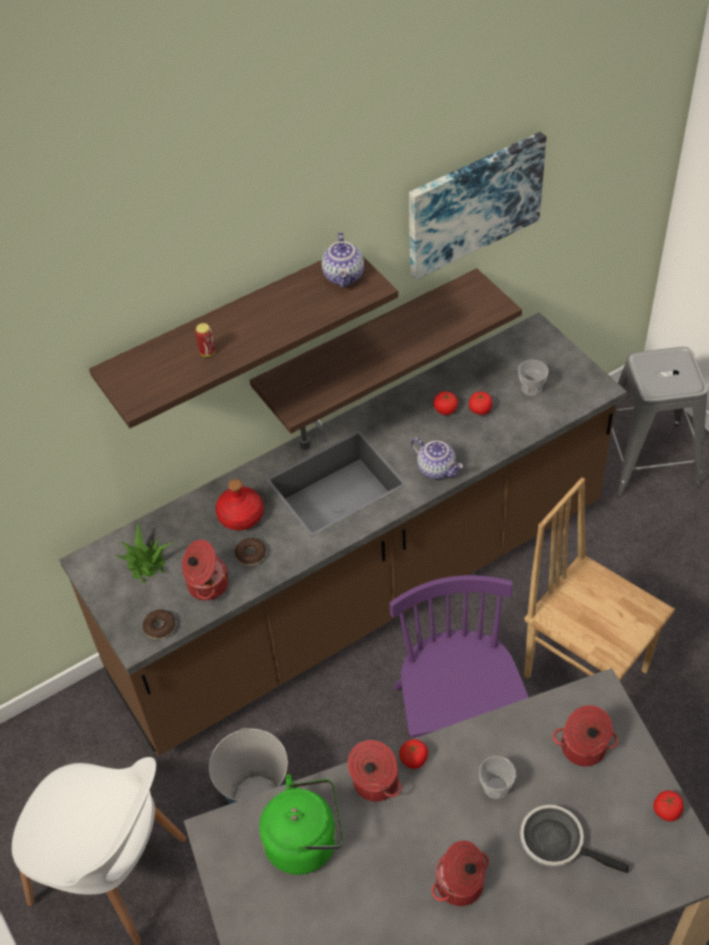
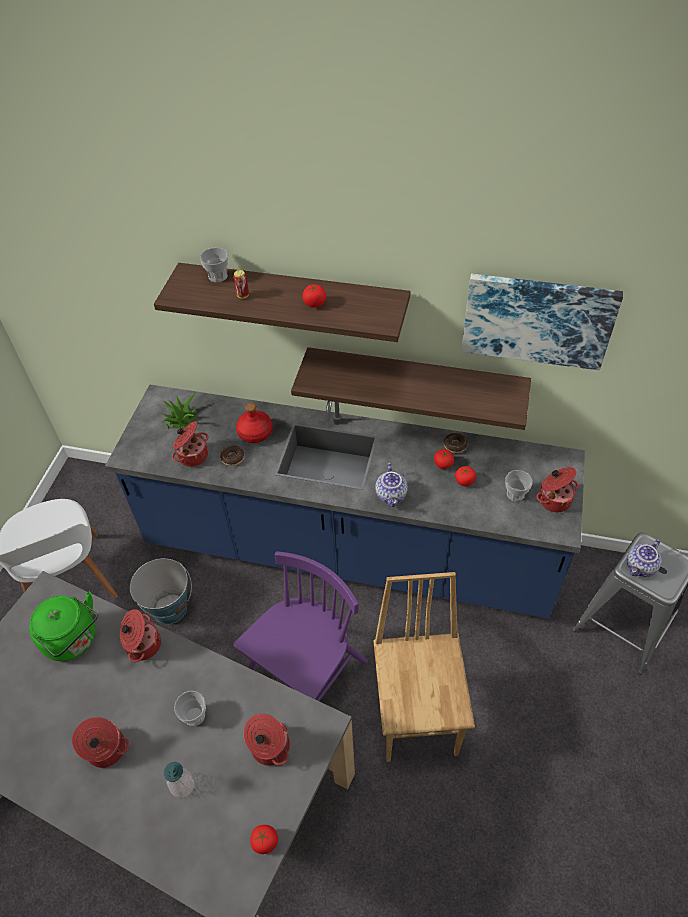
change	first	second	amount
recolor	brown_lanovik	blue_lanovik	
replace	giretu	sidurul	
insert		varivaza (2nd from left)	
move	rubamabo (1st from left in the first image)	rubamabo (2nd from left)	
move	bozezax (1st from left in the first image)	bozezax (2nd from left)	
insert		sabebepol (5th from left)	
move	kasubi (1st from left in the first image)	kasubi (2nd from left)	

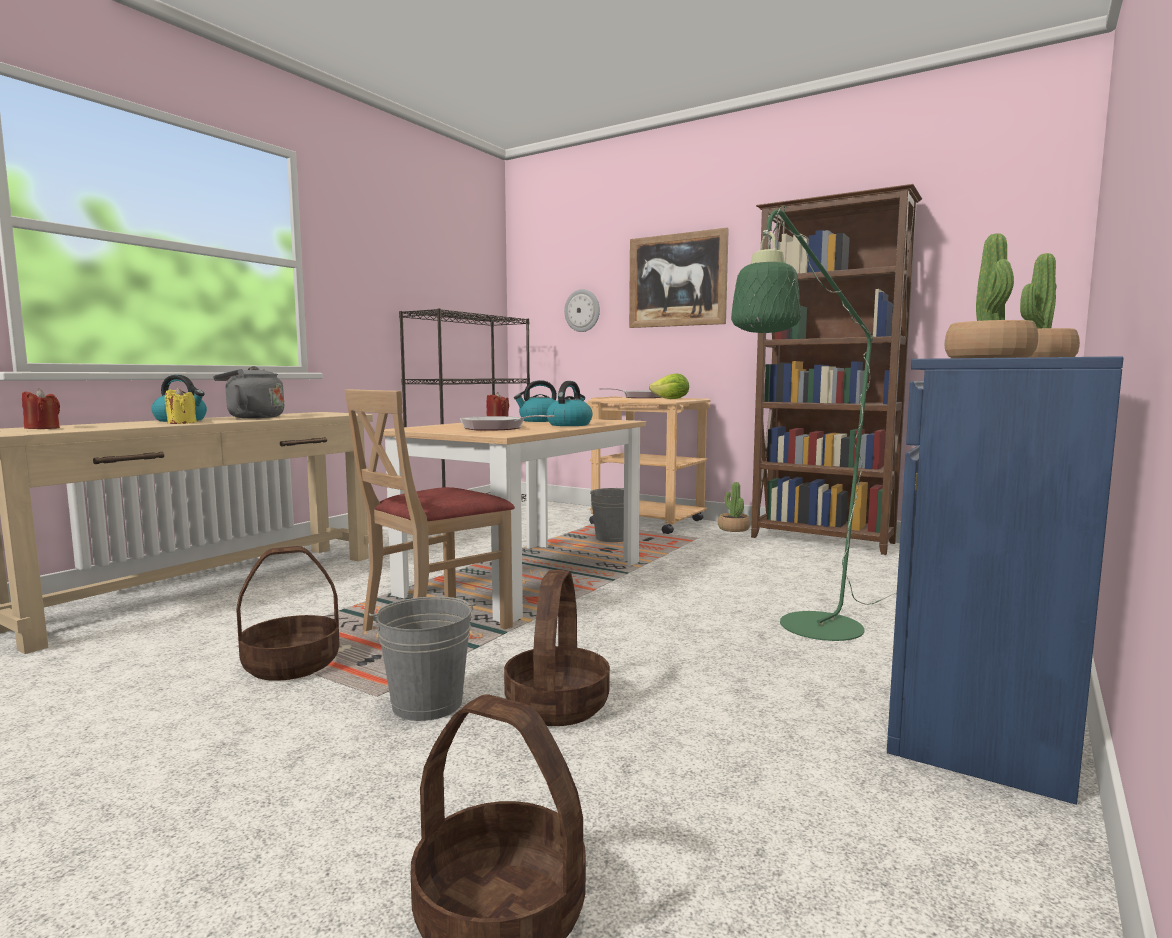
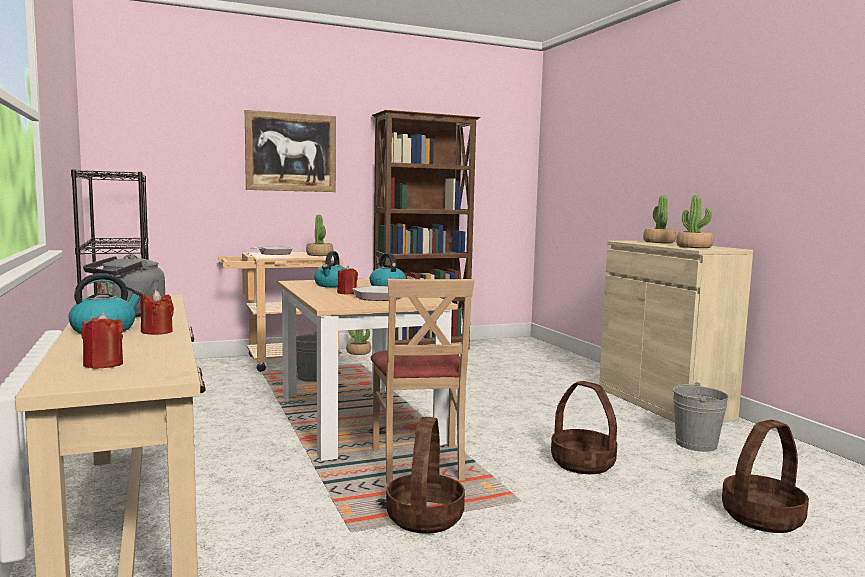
change	first	second	amount
recolor	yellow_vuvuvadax	red_vuvuvadax (2nd from left)	
replace	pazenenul	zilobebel (1st from left)	
recolor	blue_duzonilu	beige_duzonilu	
move	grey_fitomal (1st from left in the first image)	grey_fitomal (2nd from left)	
delete	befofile		
delete	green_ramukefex		

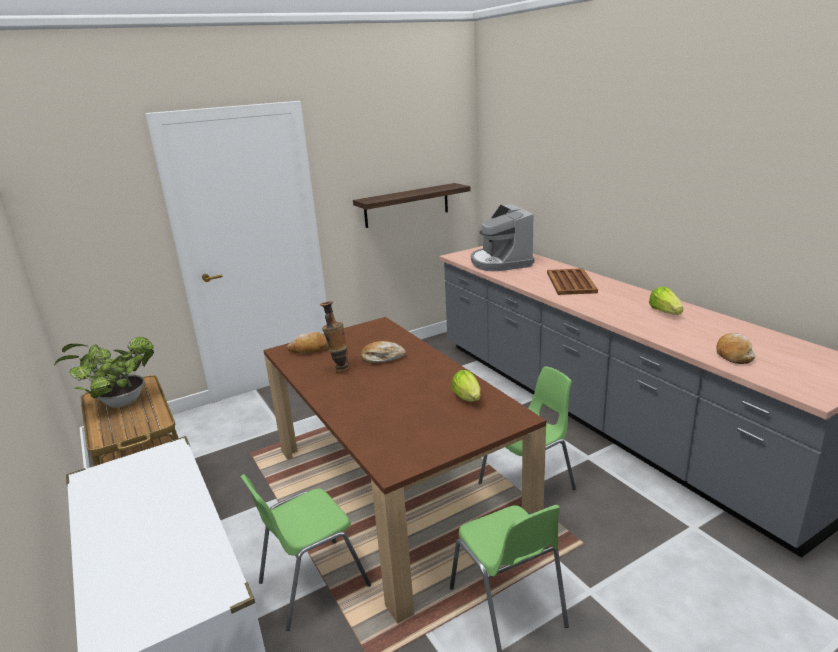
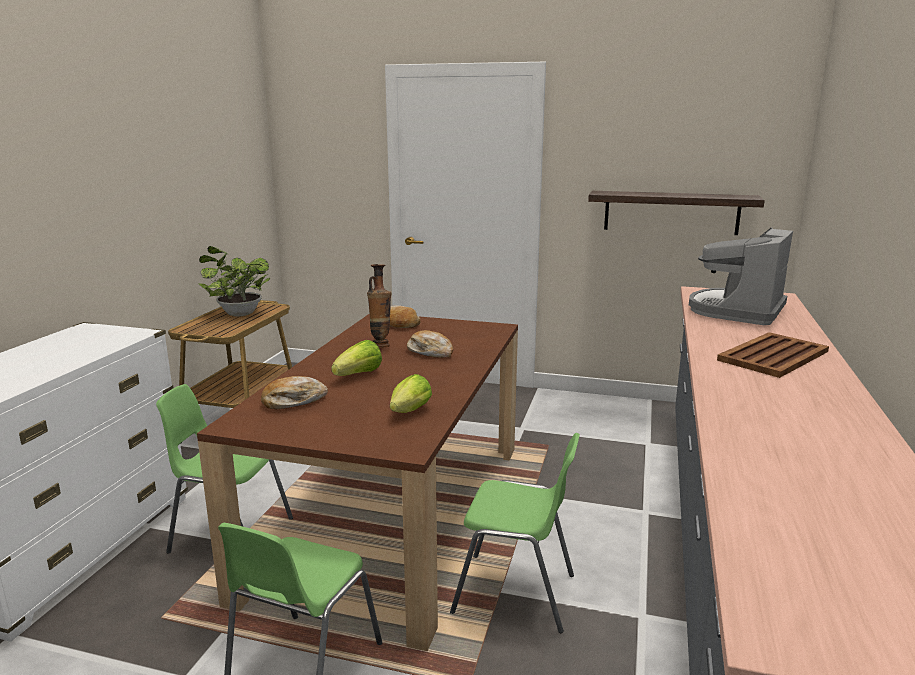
change	first	second	amount
move	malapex (3rd from left in the first image)	malapex (1st from left)	
move	pazenenul (2nd from left in the first image)	pazenenul (1st from left)	

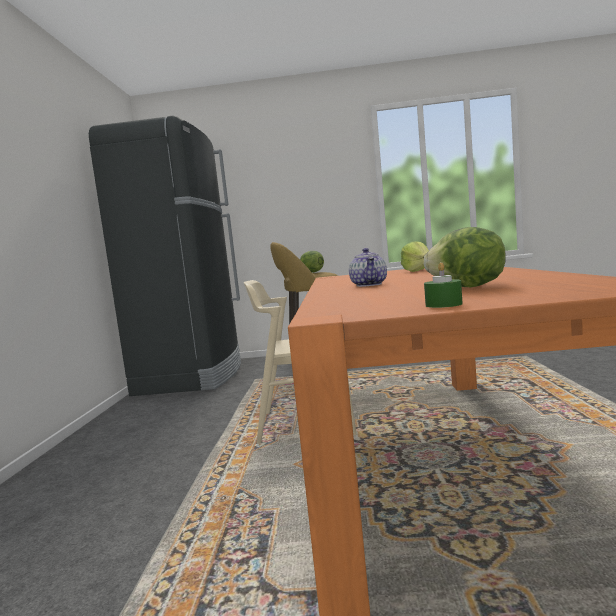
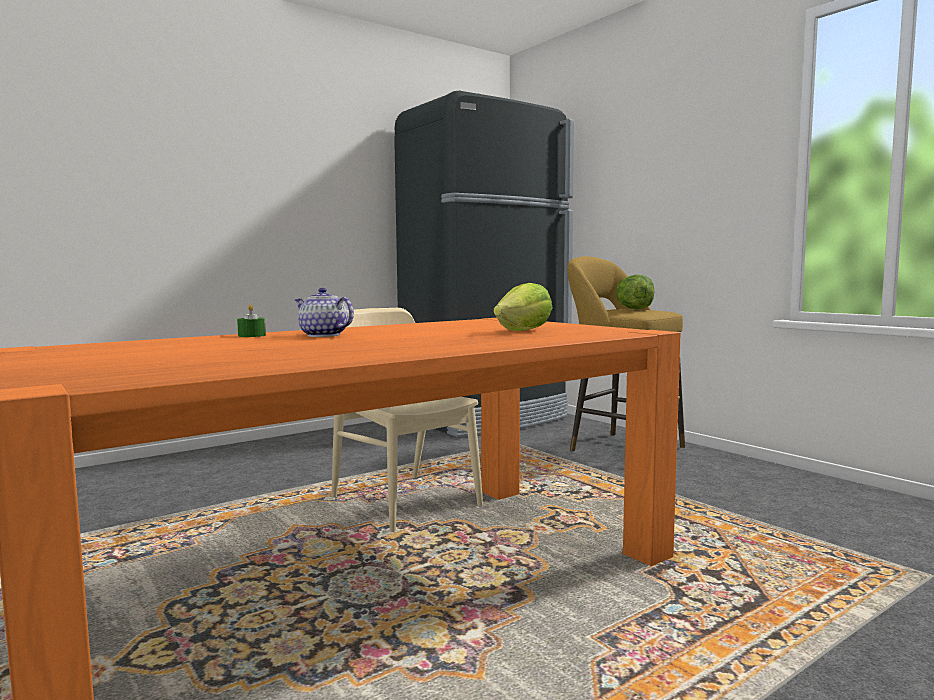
change	first	second	amount
move	green_vuvuvadax		
rotate	kasubi		75 degrees clockwise
delete	pazenenul (3rd from left)		

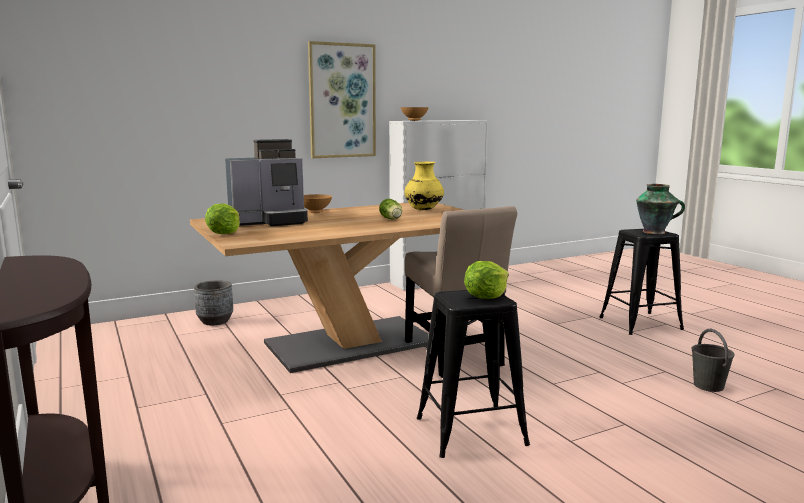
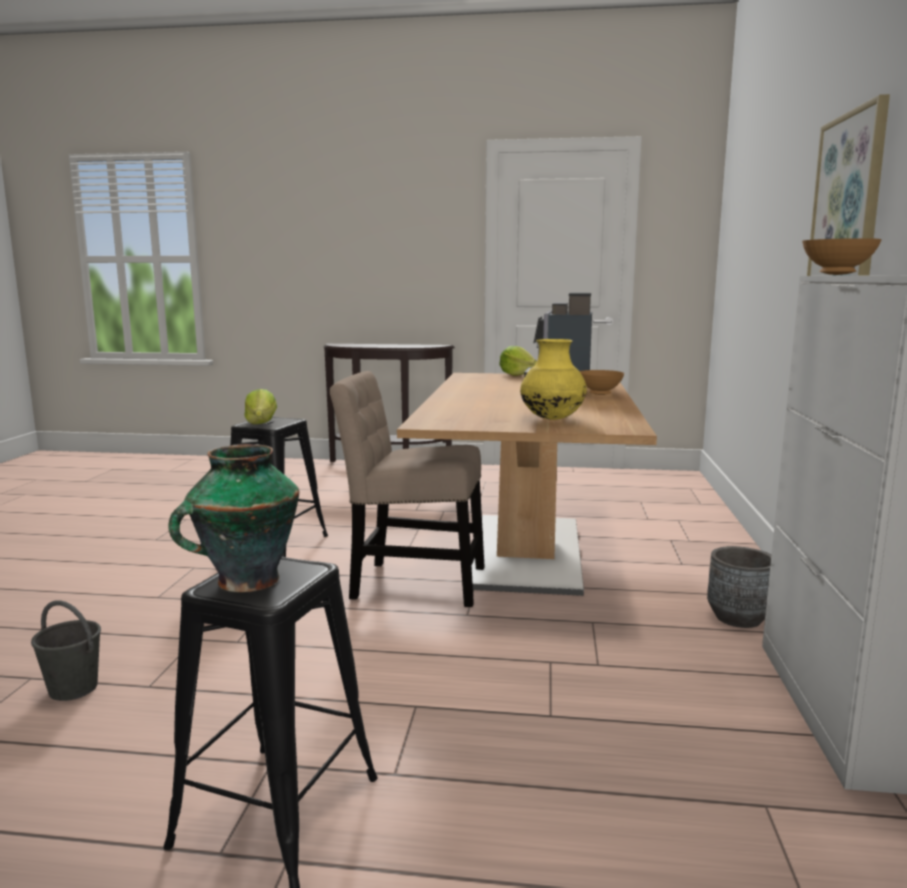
change	first	second	amount
move	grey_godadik		
delete	pazenenul (2nd from left)		

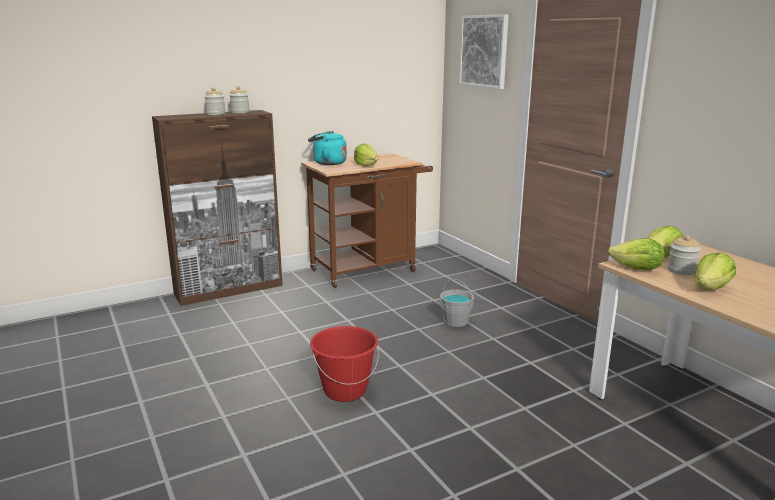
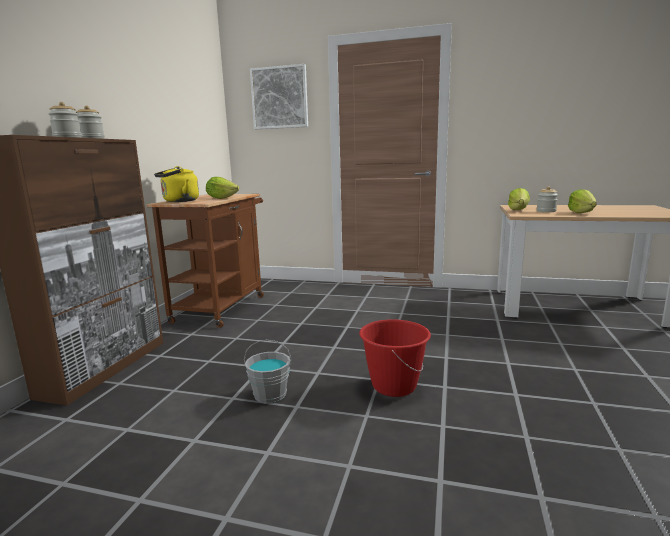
change	first	second	amount
recolor	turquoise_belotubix	yellow_belotubix	
move	grey_fitomal		
delete	pazenenul (2nd from left)		

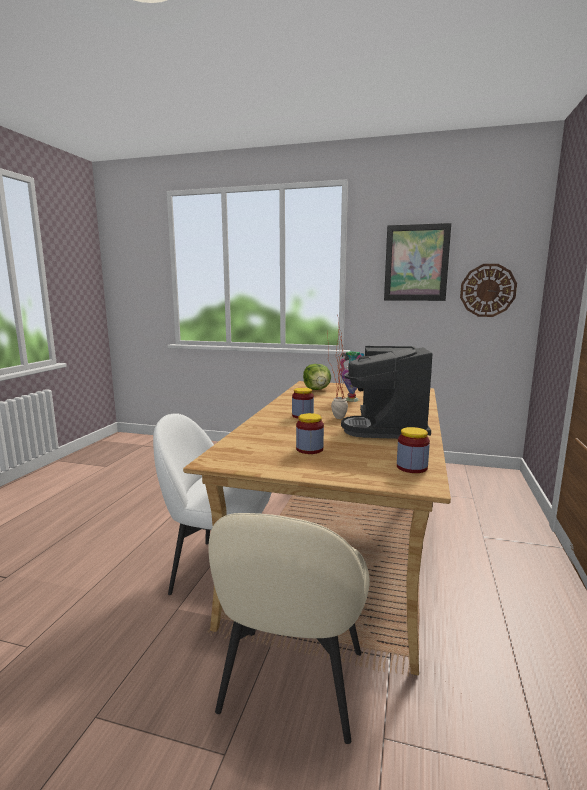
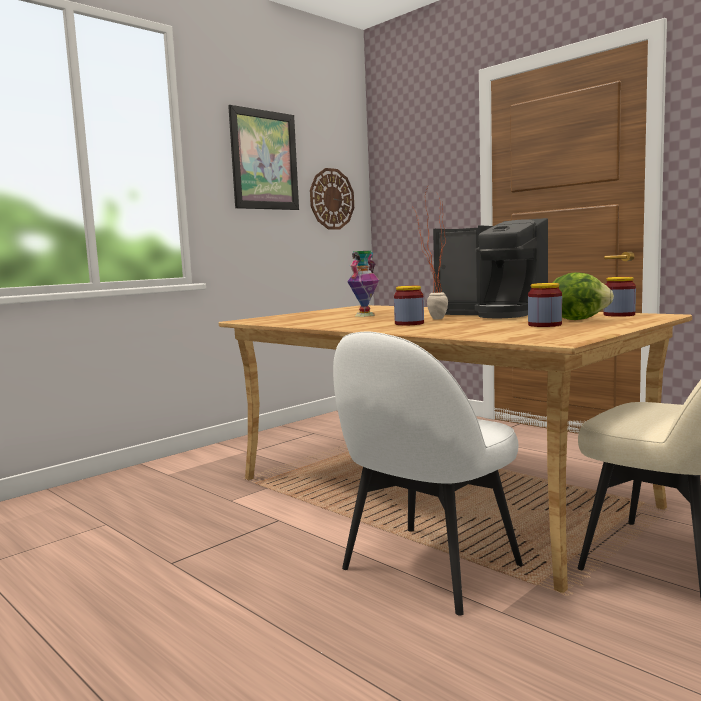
change	first	second	amount
move	pazenenul		

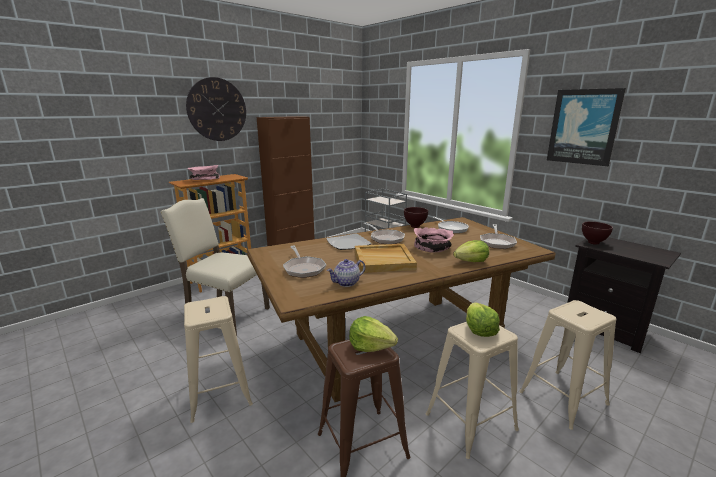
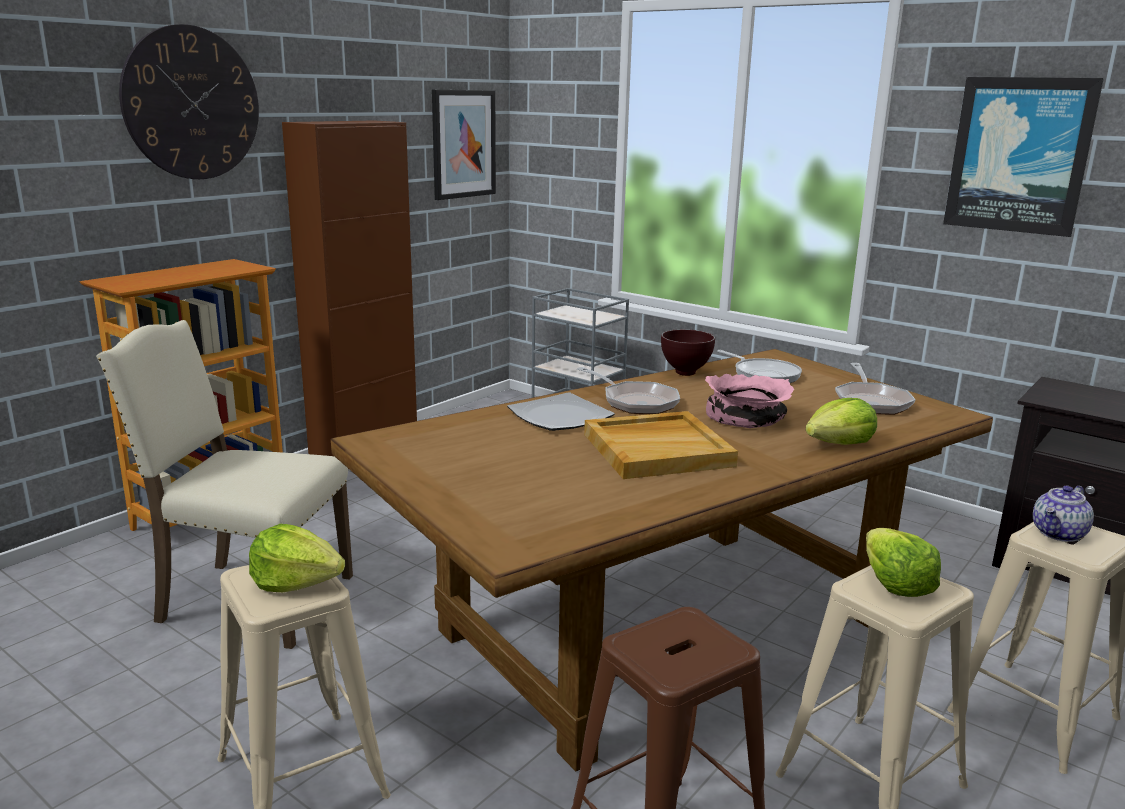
change	first	second	amount
move	pazenenul (1st from left)		
insert		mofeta (1st from left)	
move	kasubi		
delete	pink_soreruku (1st from left)		
delete	giretu (1st from left)		
delete	brown_soreruku (2nd from left)		

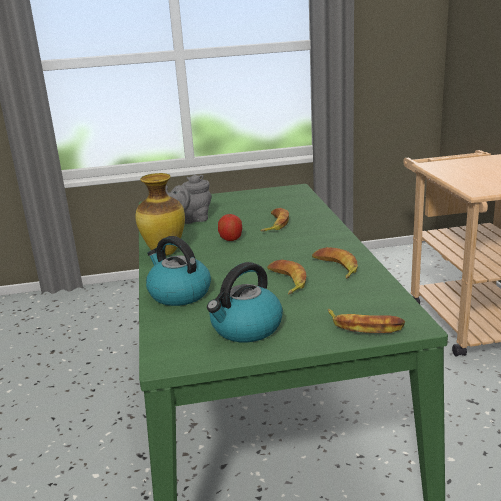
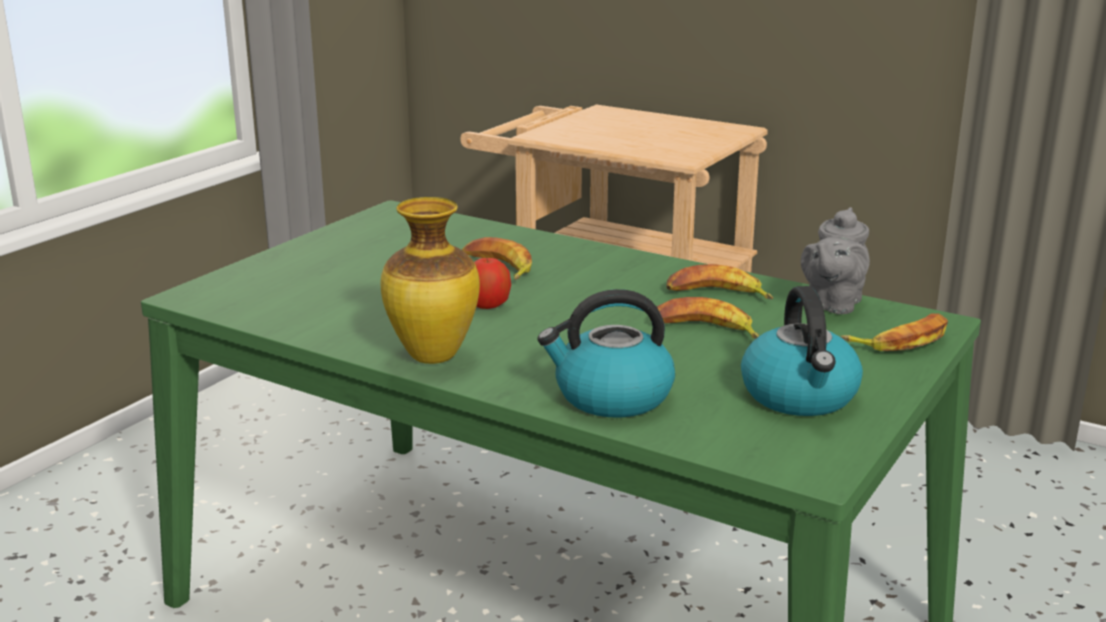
change	first	second	amount
move	grey_kasubi		

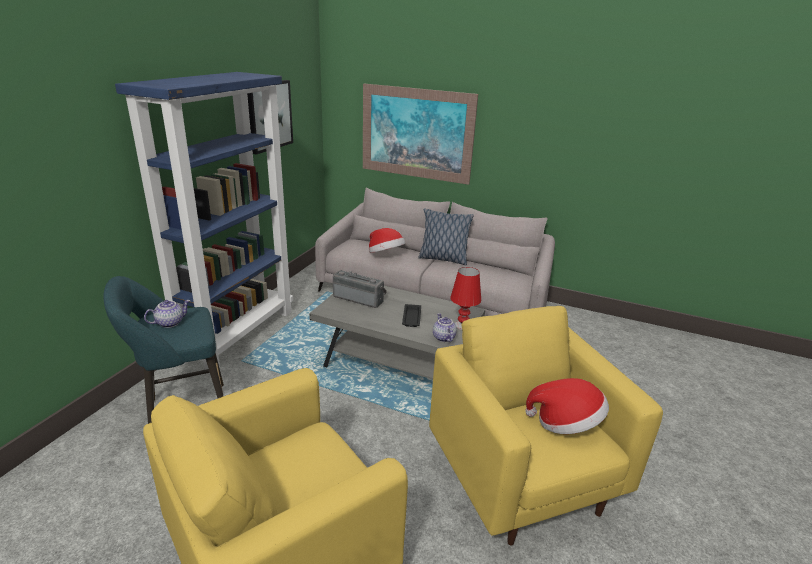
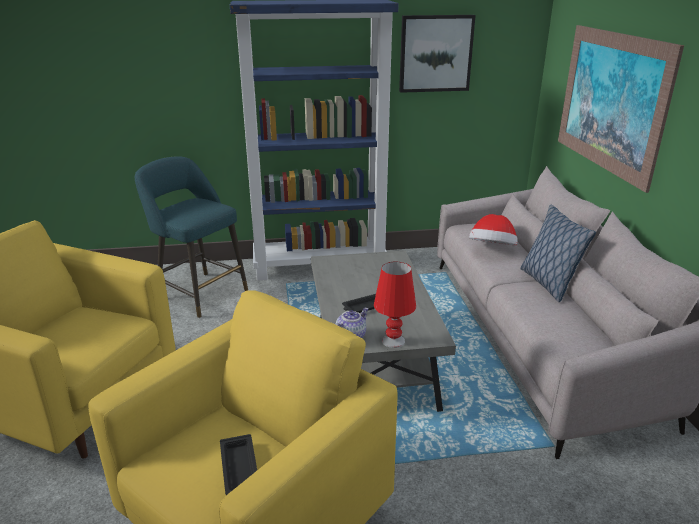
change	first	second	amount
replace	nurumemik (2nd from left)	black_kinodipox (1st from left)	
delete	kasubi (1st from left)		
delete	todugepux		

